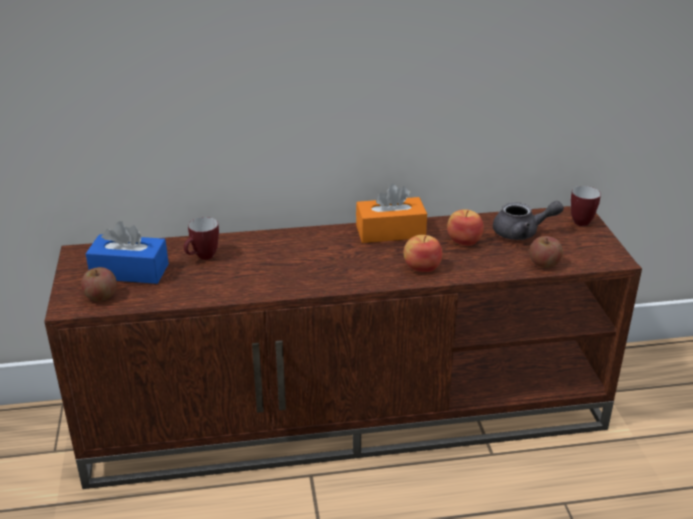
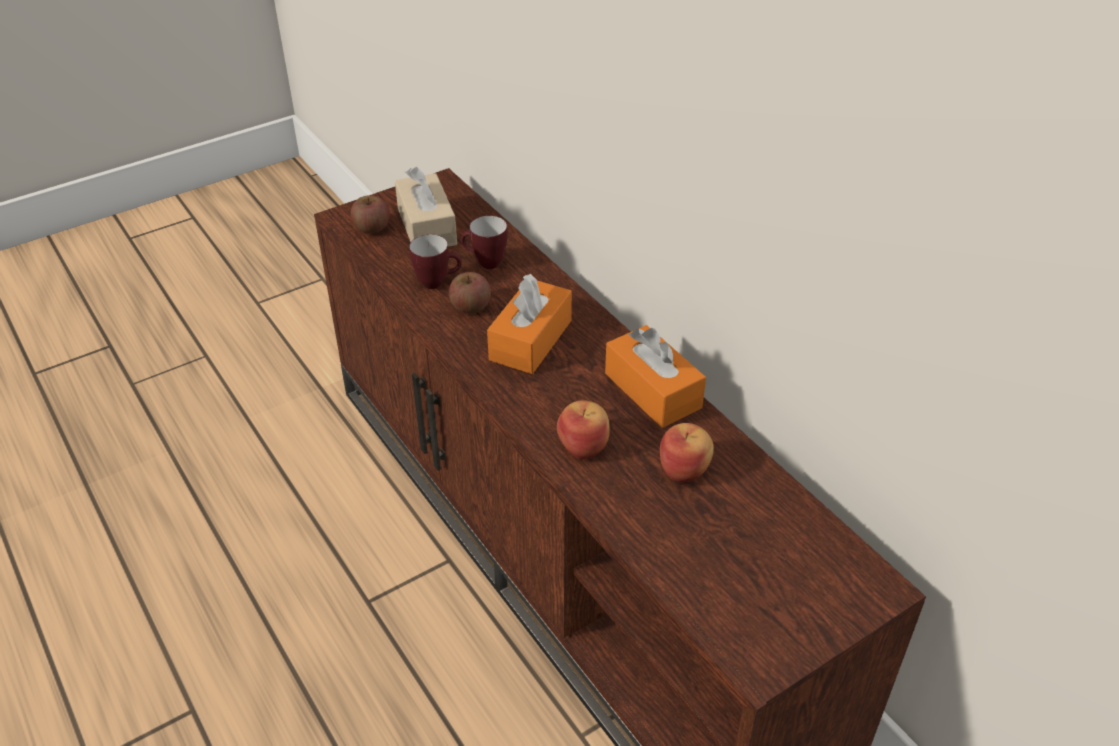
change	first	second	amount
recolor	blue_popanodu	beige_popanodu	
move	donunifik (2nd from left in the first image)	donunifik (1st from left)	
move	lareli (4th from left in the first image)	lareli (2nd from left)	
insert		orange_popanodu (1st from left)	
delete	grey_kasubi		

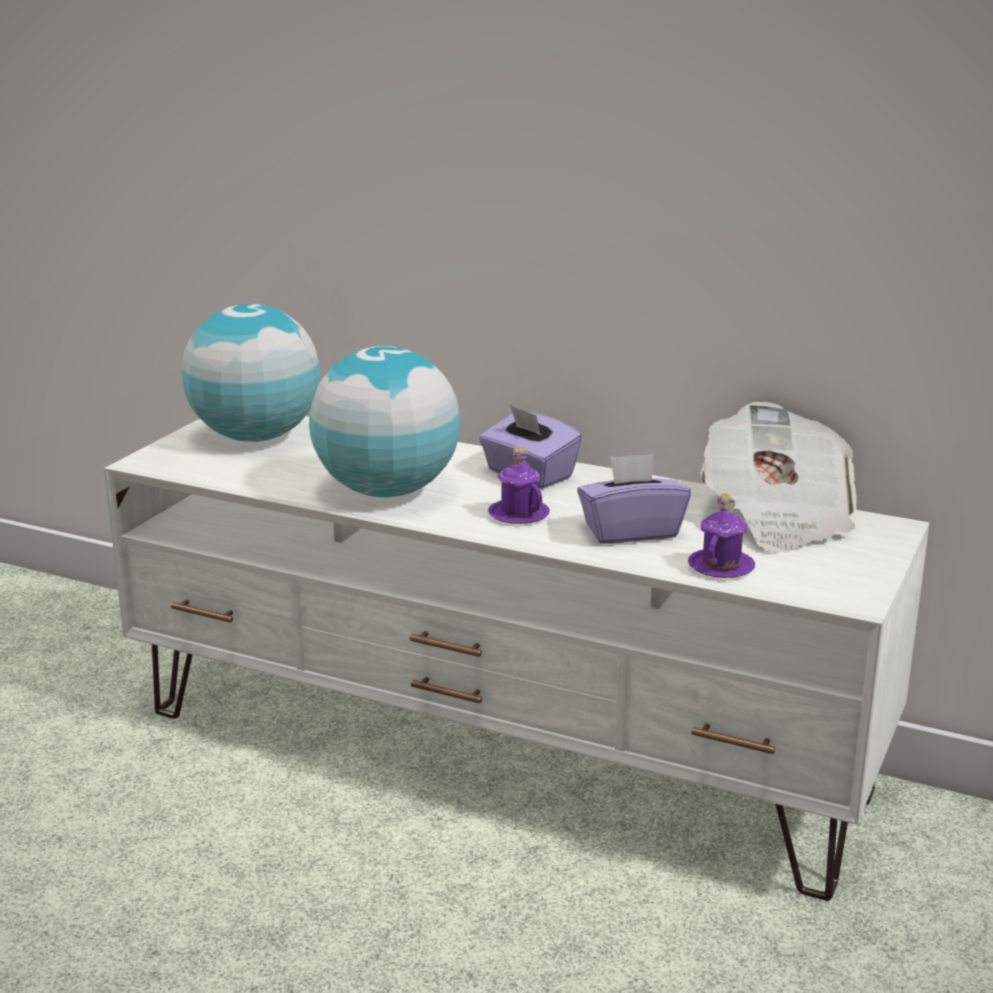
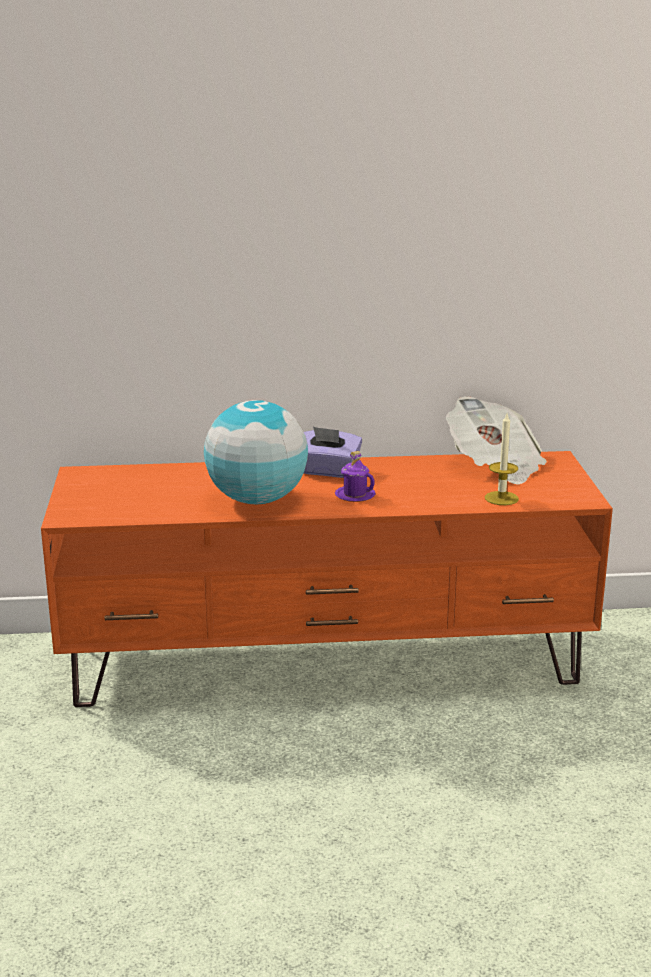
change	first	second	amount
recolor	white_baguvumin	orange_baguvumin	
replace	purple_donunifik (2nd from left)	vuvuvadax	
delete	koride (1st from left)		
delete	purple_popanodu (2nd from left)		

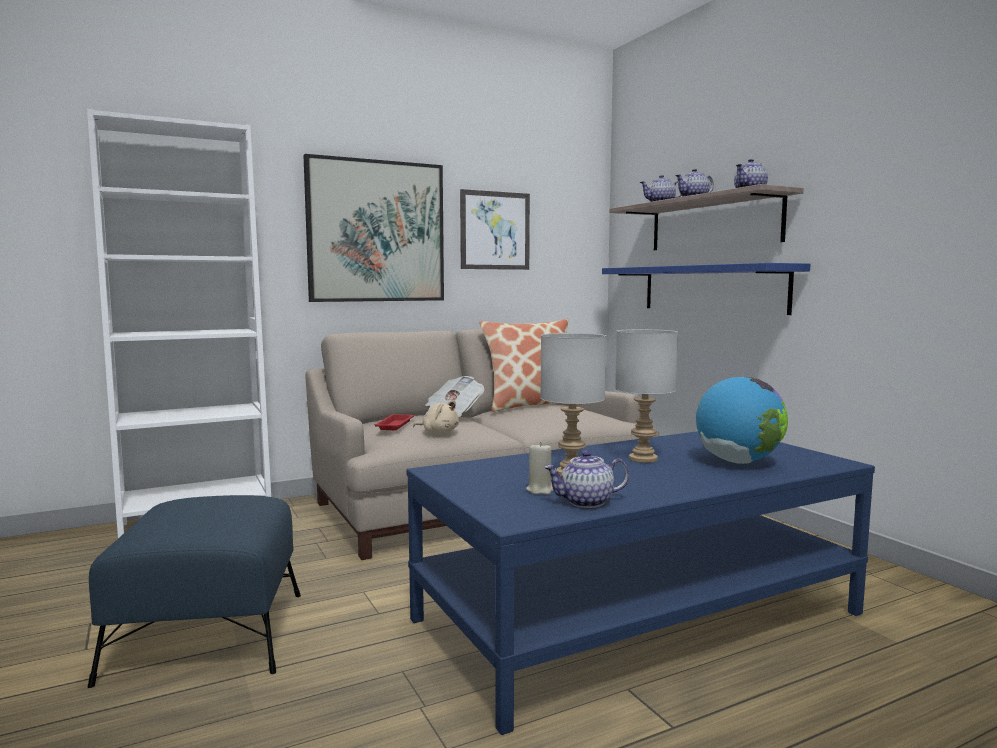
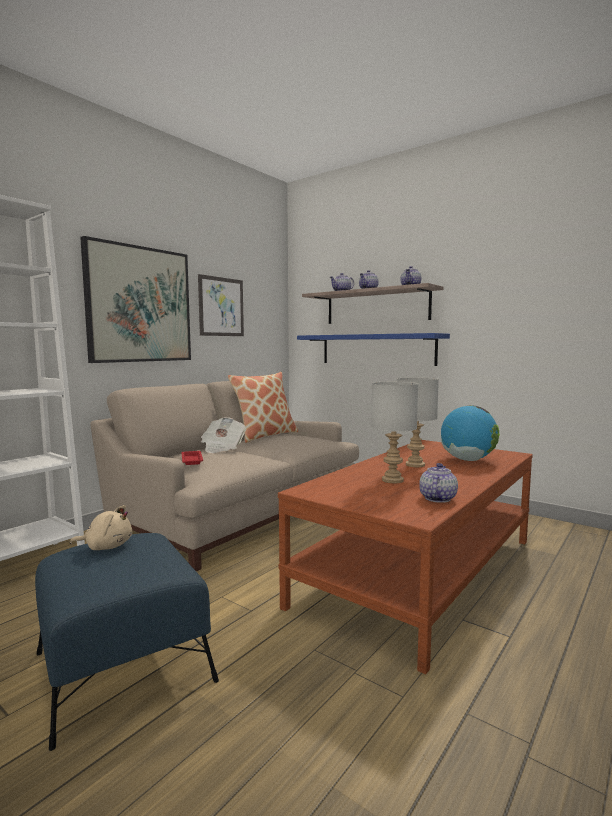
change	first	second	amount
move	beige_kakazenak		
recolor	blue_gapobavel	brown_gapobavel	
rotate	kasubi (1st from left in the first image)	kasubi (4th from left)	150 degrees clockwise
delete	beige_vuvuvadax		

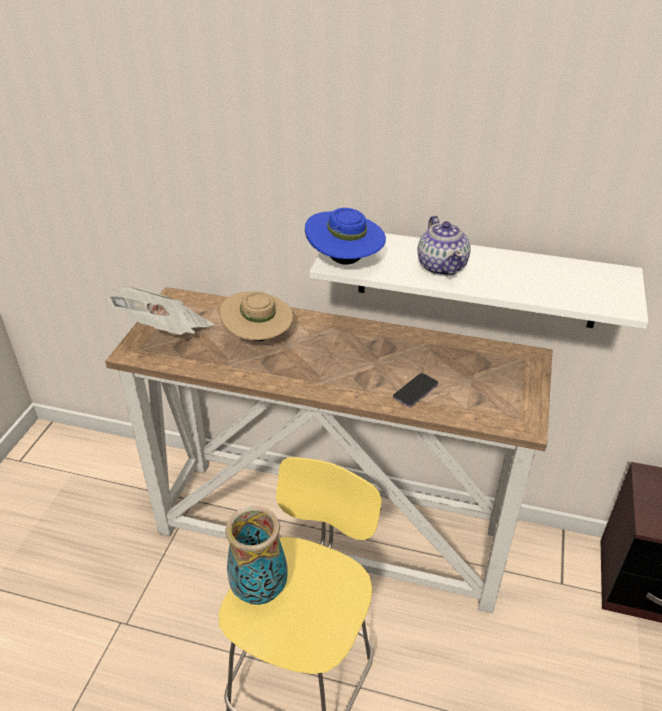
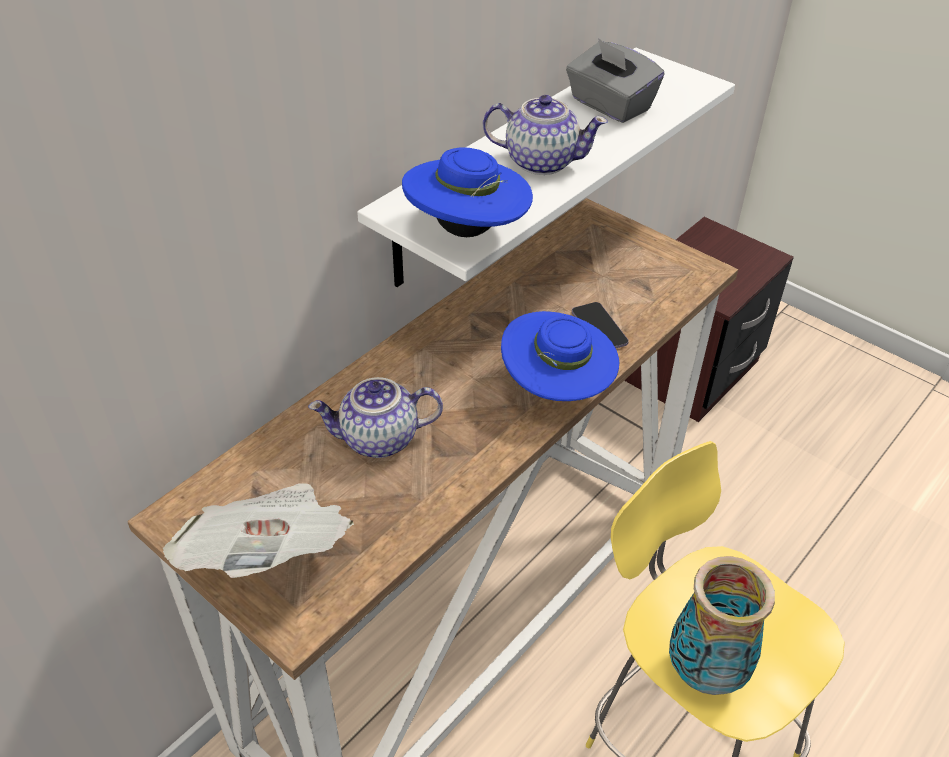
change	first	second	amount
replace	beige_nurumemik	kasubi (1st from left)	
insert		blue_nurumemik (2nd from left)	
insert		grey_popanodu	

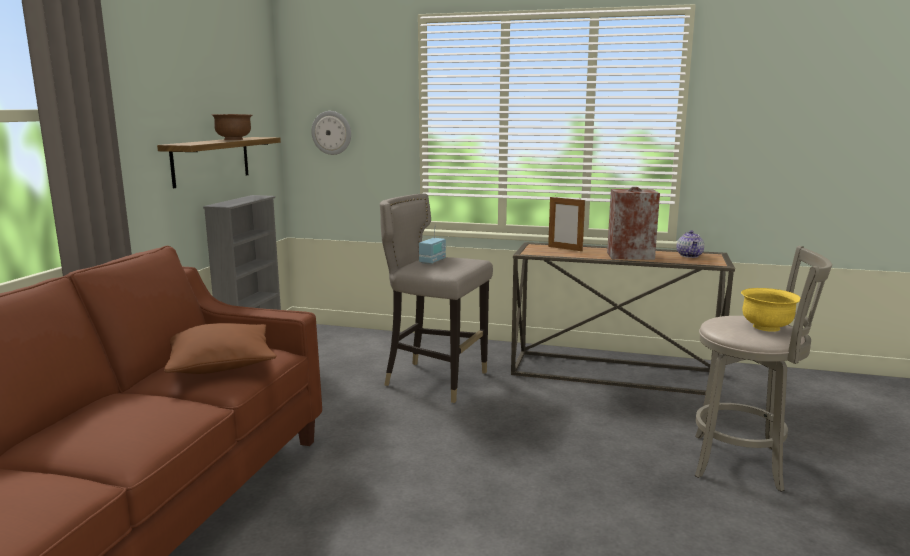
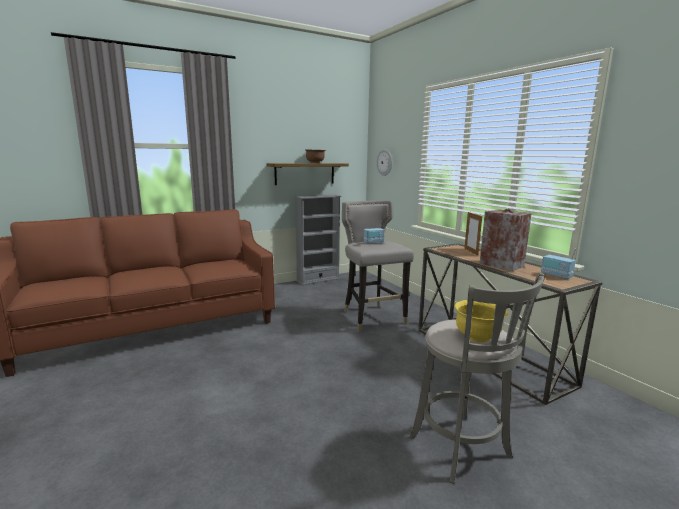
change	first	second	amount
replace	kasubi	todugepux (2nd from left)	
delete	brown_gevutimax		

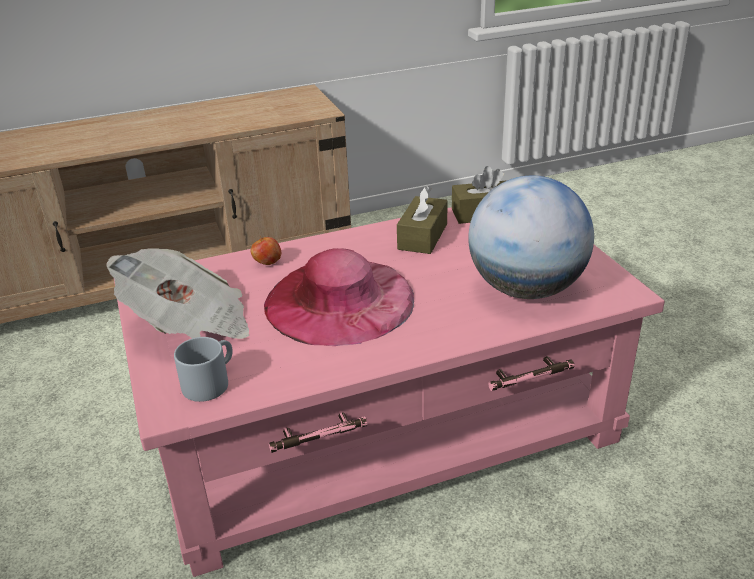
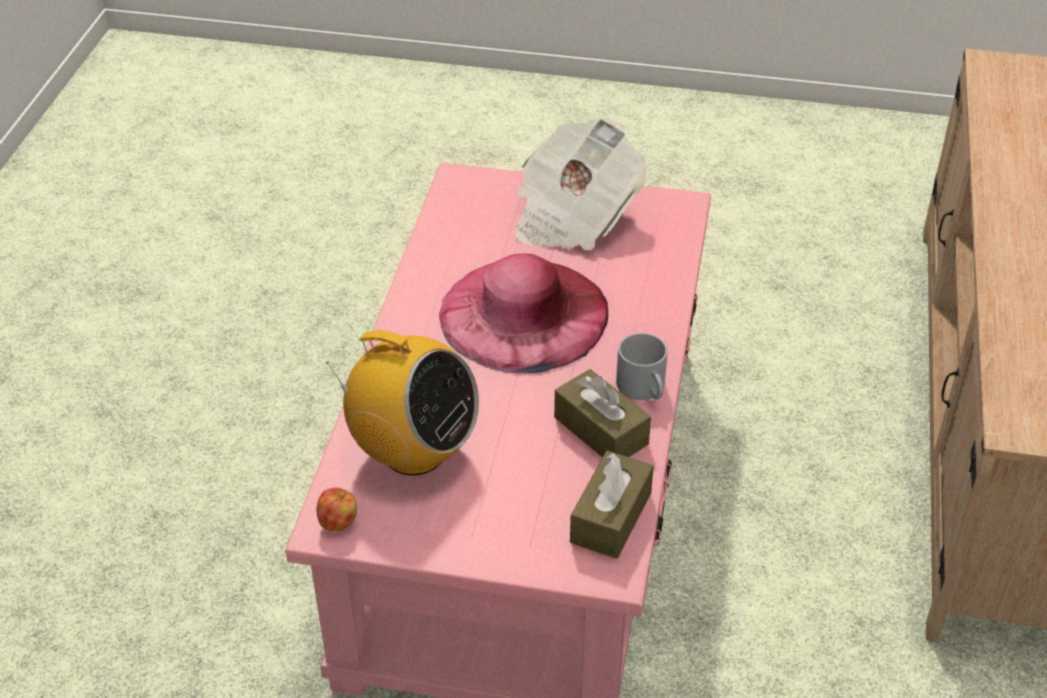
change	first	second	amount
move	lareli		
replace	koride	todugepux	
move	grey_donunifik		

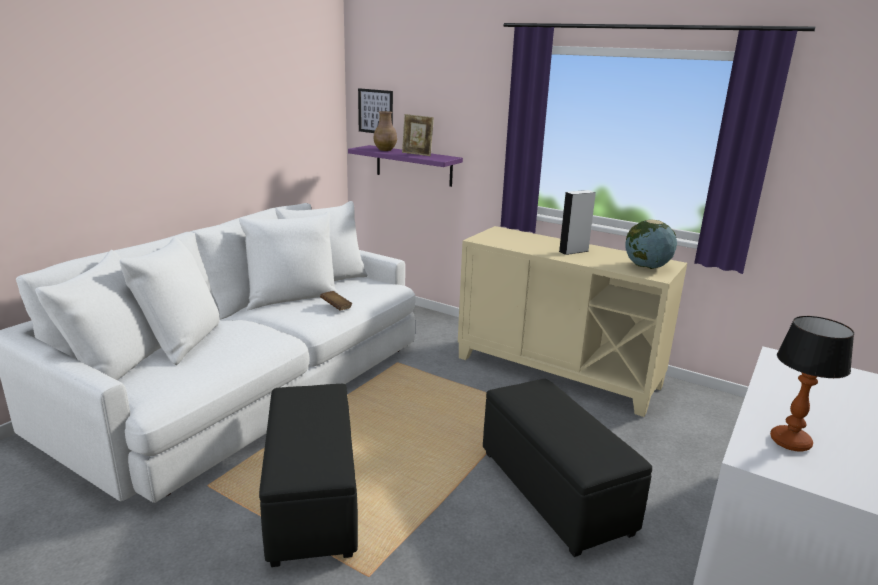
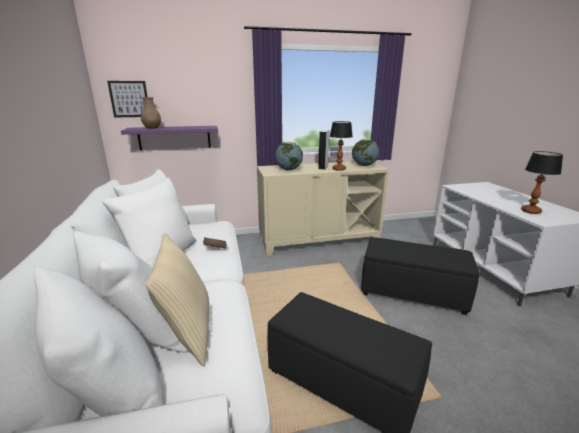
change	first	second	amount
insert		beige_gevutimax	
insert		koride (1st from left)	
insert		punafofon (1st from left)	
delete	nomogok		

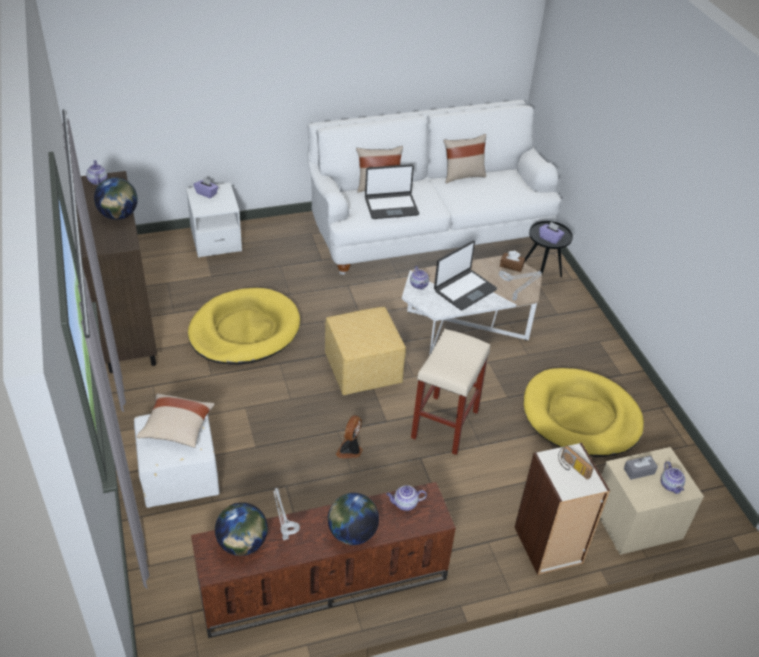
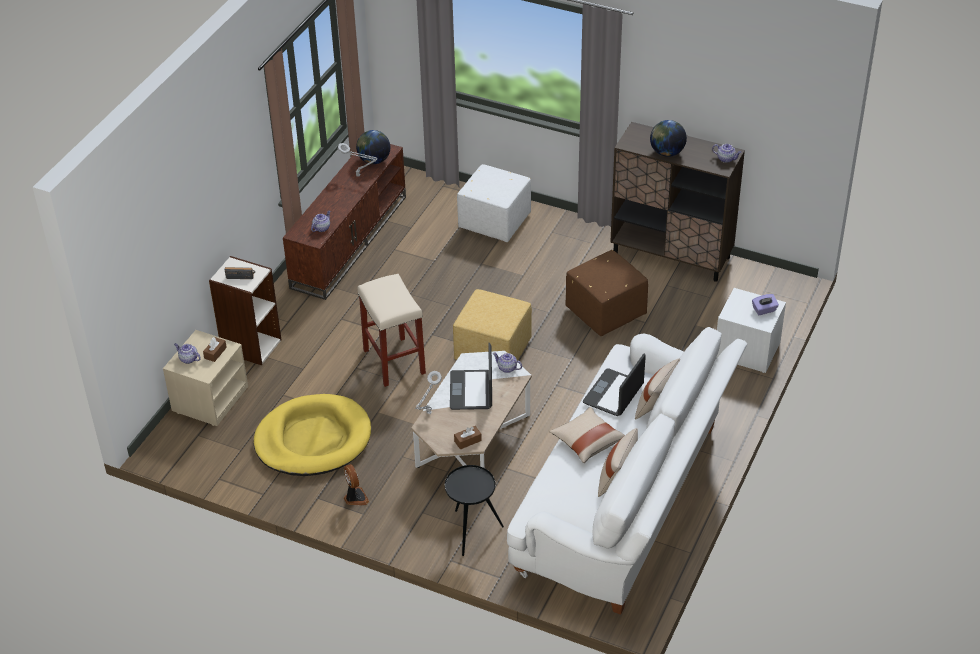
change	first	second	amount
recolor	grey_popanodu	brown_popanodu (1st from left)	
move	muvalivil		
move	beige_gevutimax (1st from left)		
replace	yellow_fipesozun (1st from left)	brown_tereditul	
delete	koride (3rd from left)		
delete	purple_popanodu (2nd from left)		

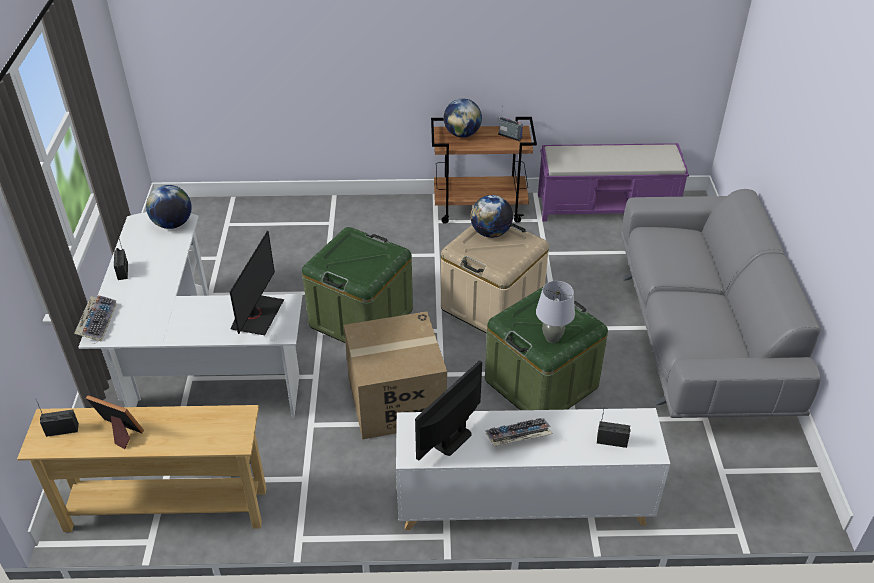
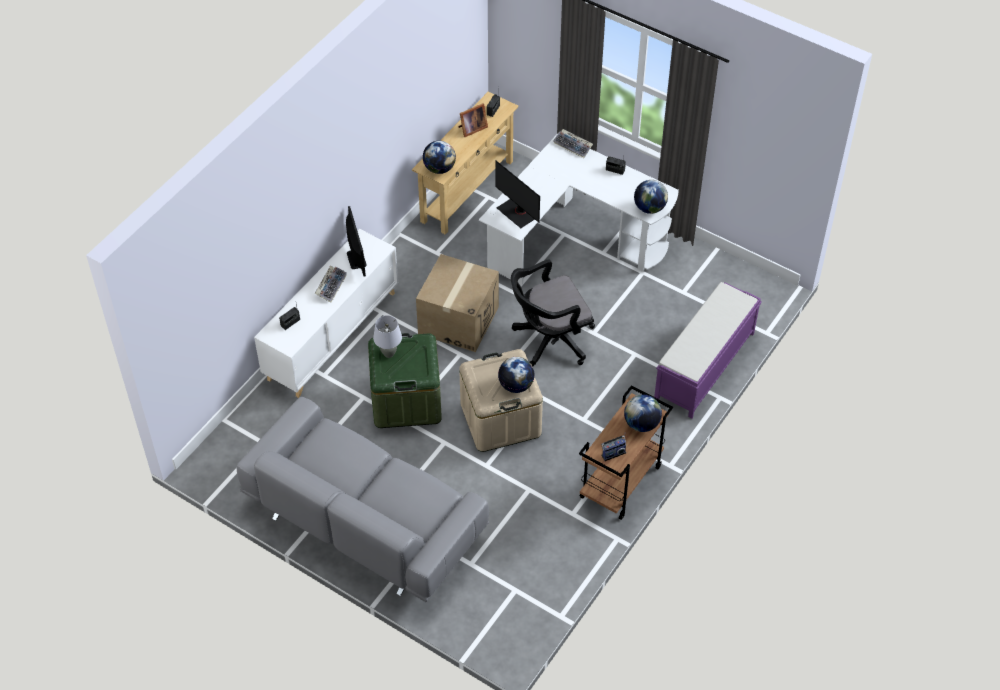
change	first	second	amount
insert		koride (1st from left)	
replace	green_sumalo (1st from left)	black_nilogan	
move	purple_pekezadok		

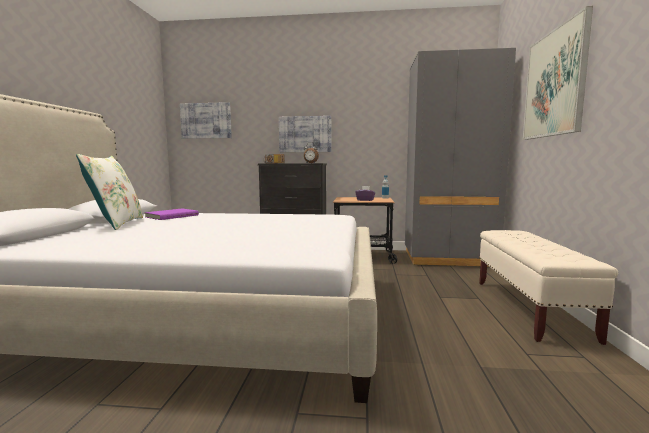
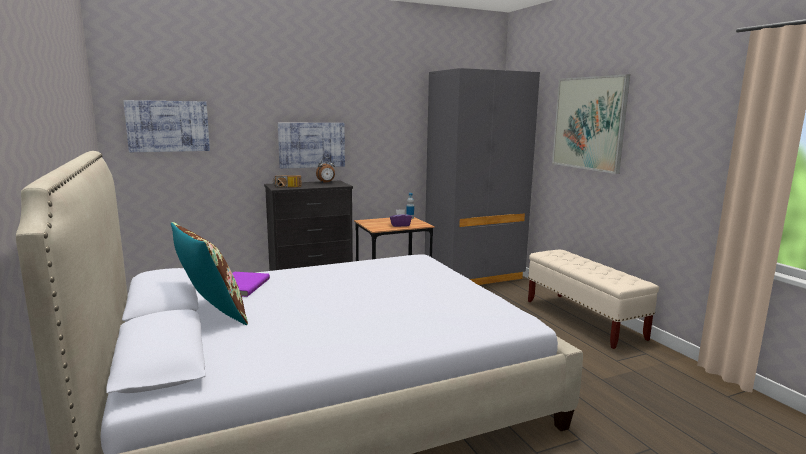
change	first	second	amount
recolor	white_gevutimax	brown_gevutimax	

